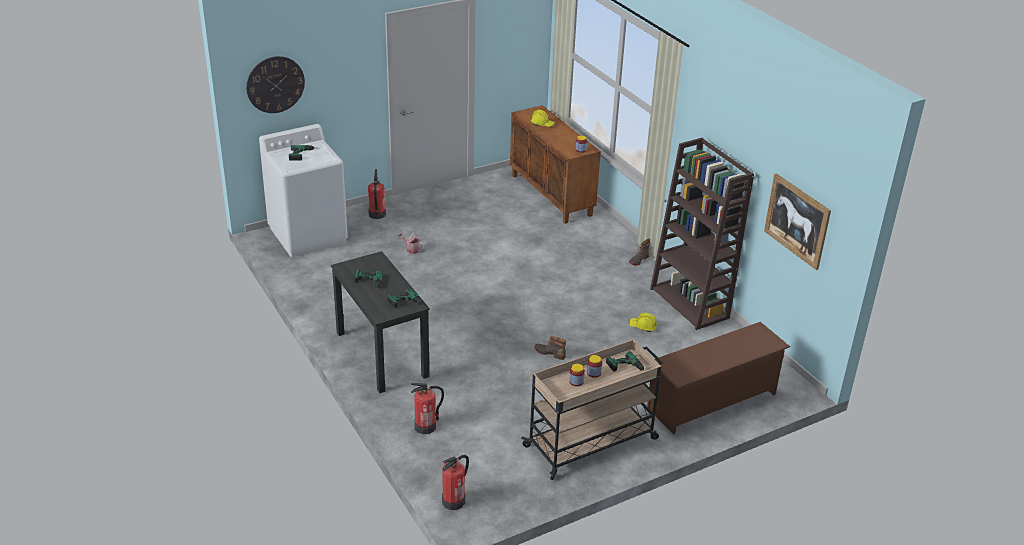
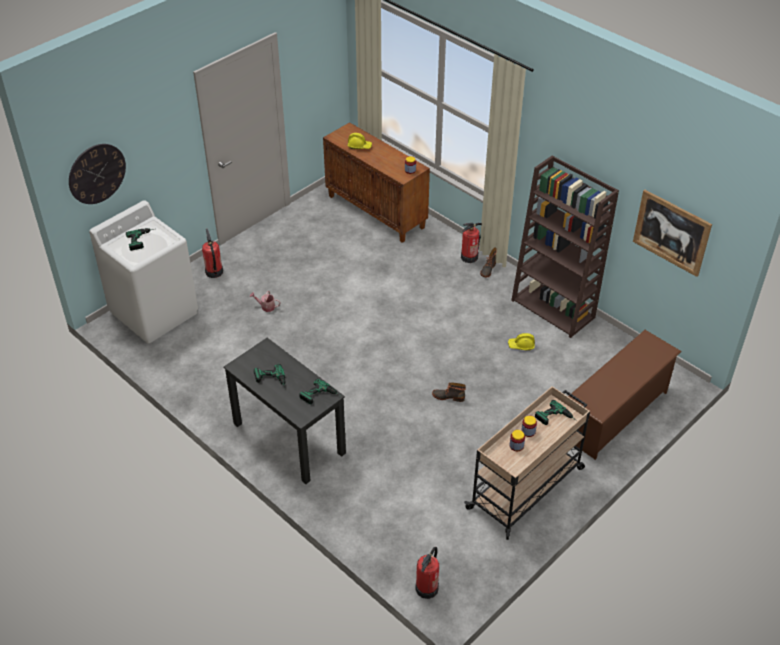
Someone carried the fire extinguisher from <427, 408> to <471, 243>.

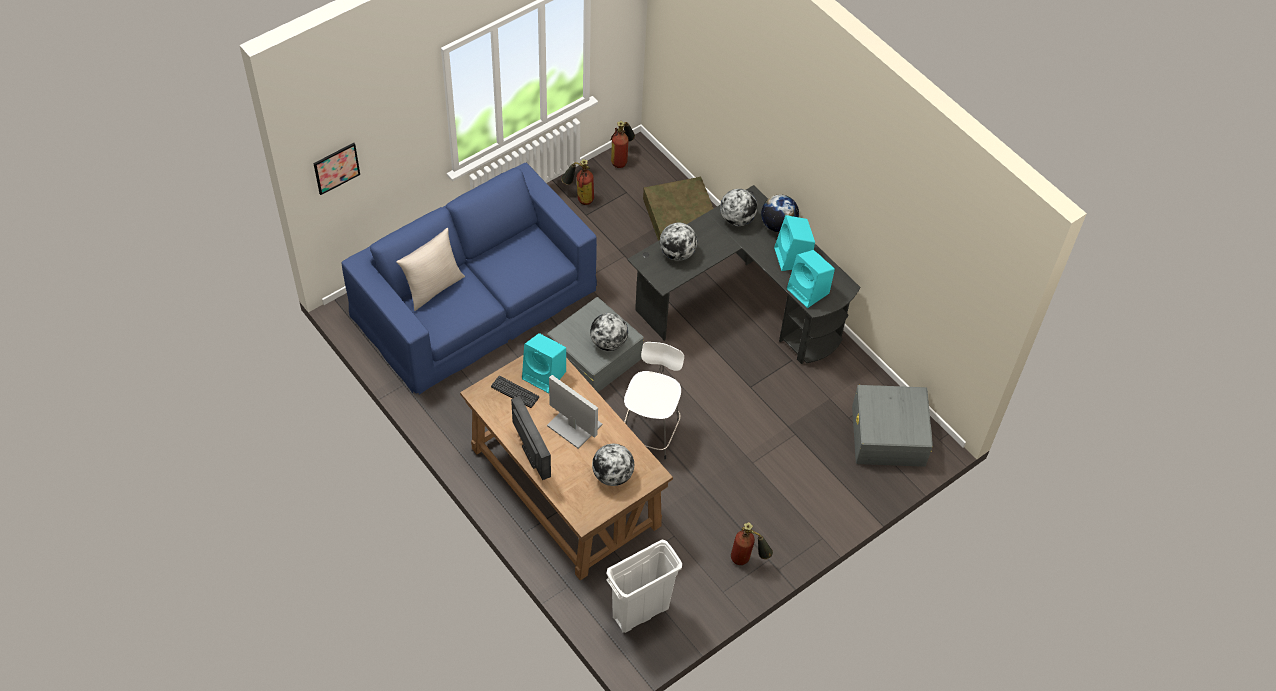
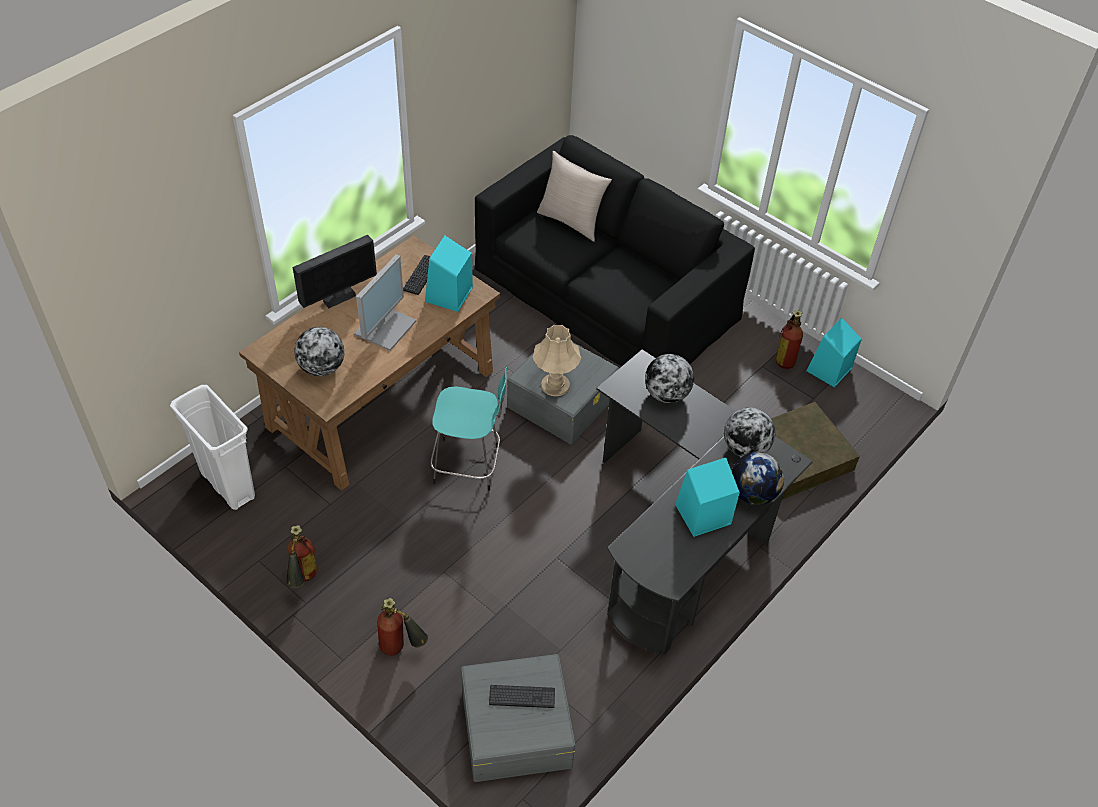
Someone carried the fire extinguisher from <623, 144> to <402, 627>.
Someone repainted the stool (white-coloured) at <654, 400>, which became the stool (blue-green) at <469, 429>.
Someone repainted the couch (blue) at <469, 279>, which became the couch (black) at <615, 250>.
Someone put down the PC keyboard at <522, 696>.
Someone swapped the globe at <609, 332> for the table lamp (beige) at <557, 360>.
Someone carried the loudspeaker (blue-green) from <811, 279> to <834, 352>.
Someone took away the wall art at <337, 169>.

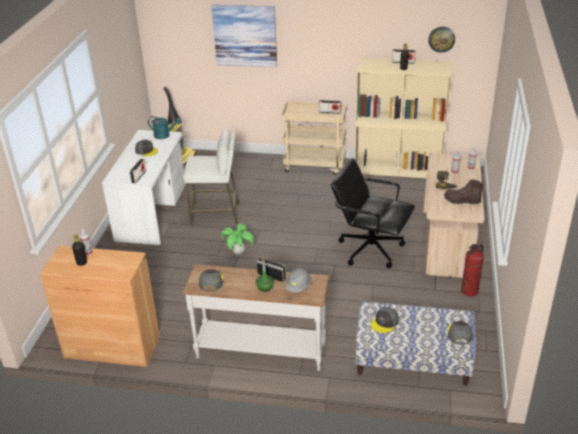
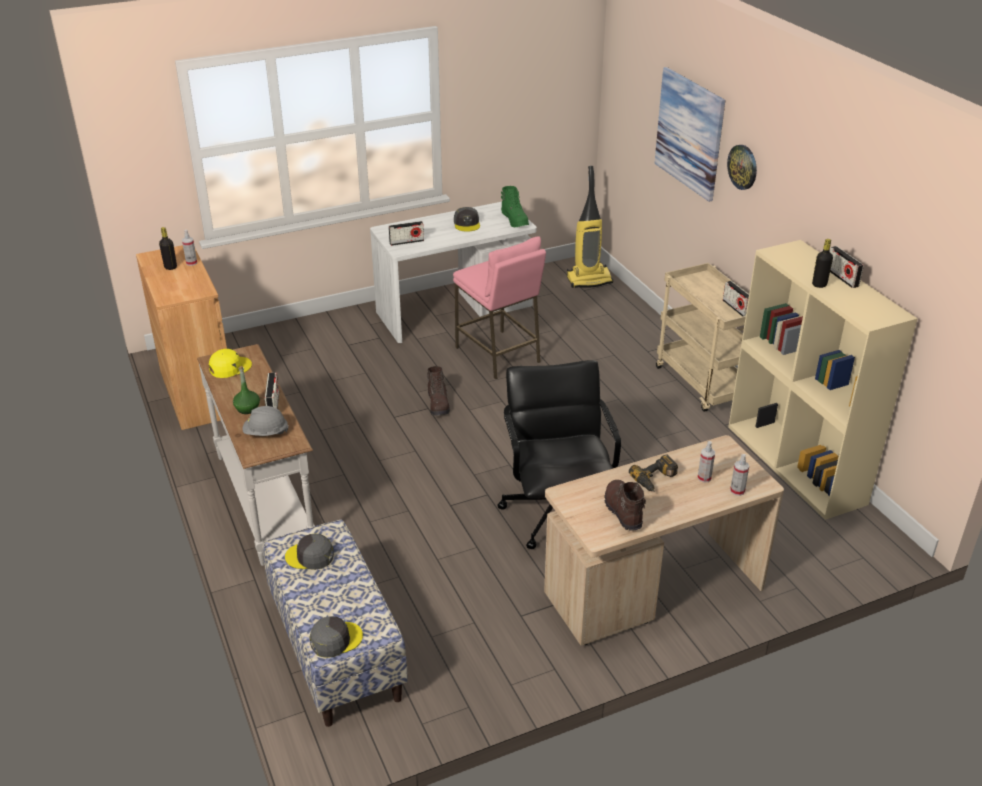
Someone repainted the peaked cap (gray) at <211, 280>, which became the peaked cap (yellow) at <230, 363>.
Someone swapped the potted plant at <237, 239> for the high-top boot (brown-coloured) at <438, 391>.
Someone repainted the stool (white-coloured) at <211, 176>, which became the stool (pinkish) at <499, 307>.
Someone swapped the sprinkling can (blue-green) at <165, 127> for the high-top boot (greenish) at <515, 206>.
Someone carried the hanging clock from <441, 40> to <742, 167>.
Someone took away the fire extinguisher at <472, 270>.

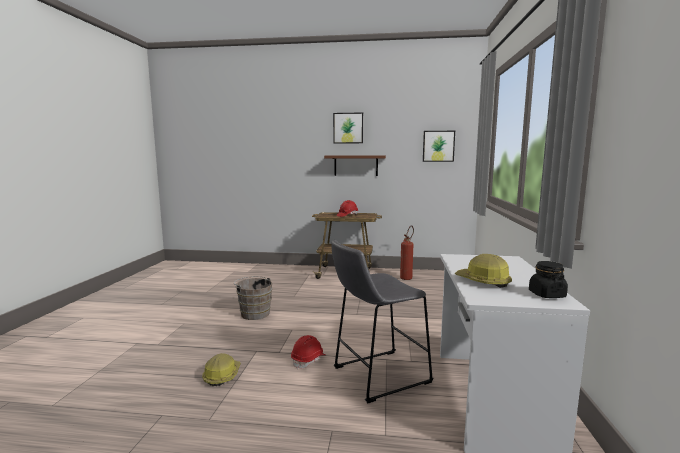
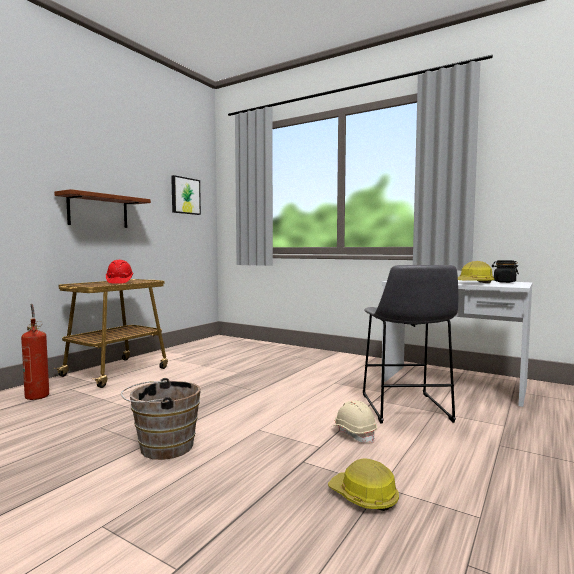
Someone carried the fire extinguisher from <407, 252> to <35, 352>.
Someone repainted the work helmet (reddish) at <308, 352>, which became the work helmet (beige) at <354, 421>.
Someone took away the wall art at <348, 128>.

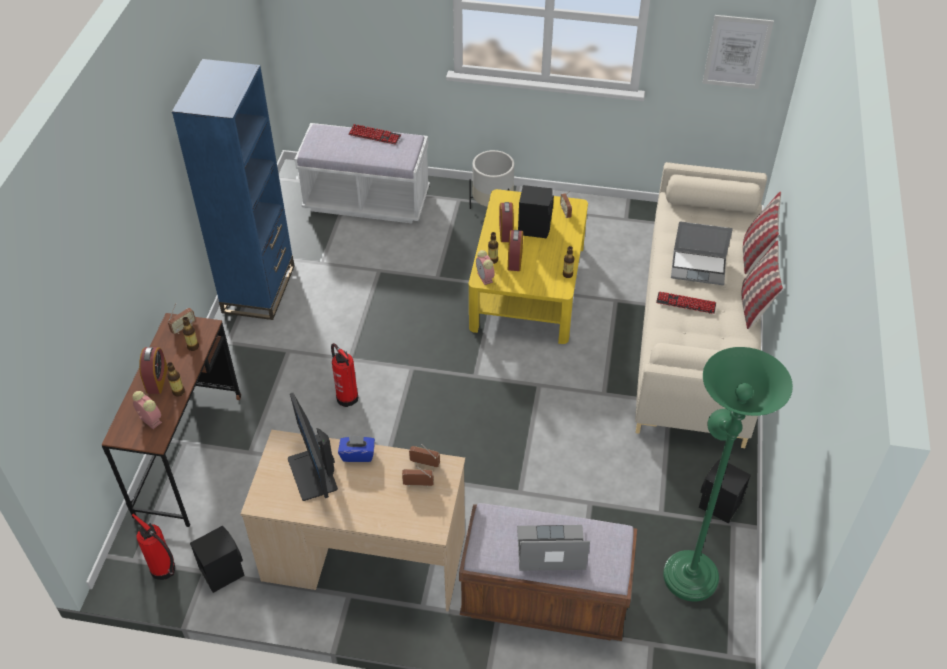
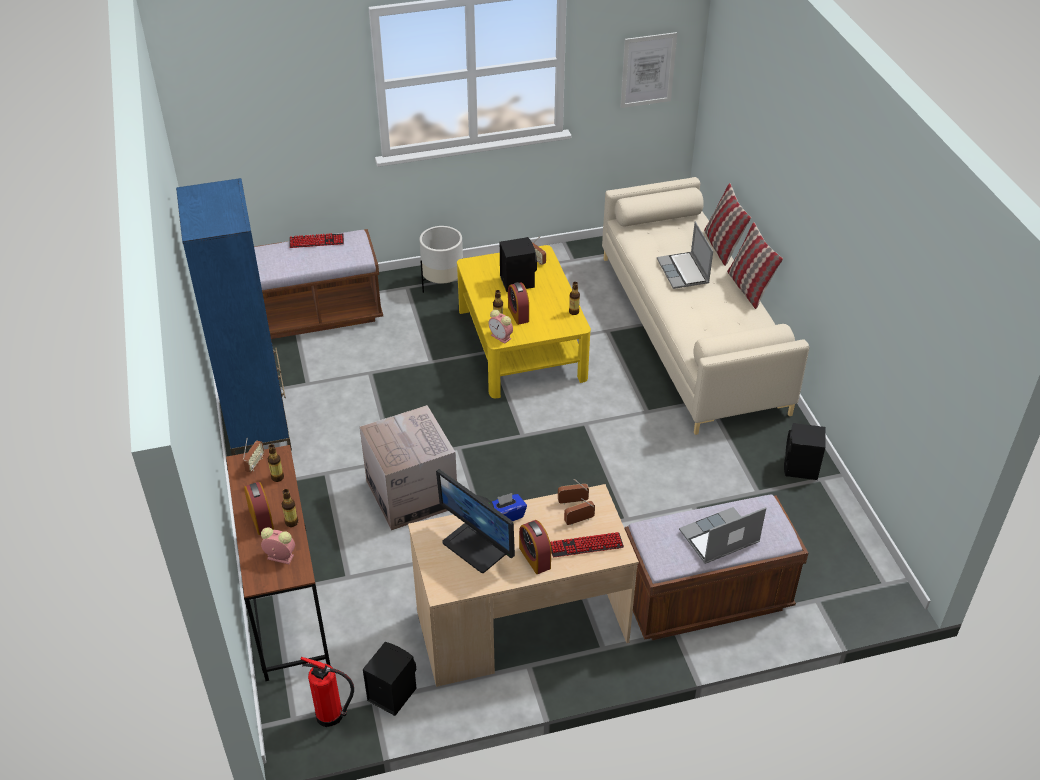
Someone repainted the indoor bench (white-coloured) at <362, 173>, which became the indoor bench (brown-coloured) at <318, 284>.
Someone swapped the fire extinguisher at <344, 375> for the packing box at <408, 467>.
Someone carried the bedside clock from <506, 222> to <535, 547>.
Someone carried the PC keyboard from <686, 303> to <587, 545>.
Someone rotated the laptop at <702, 253> by 90 degrees clockwise.
Someone took away the standing lamp (greenish) at <728, 474>.

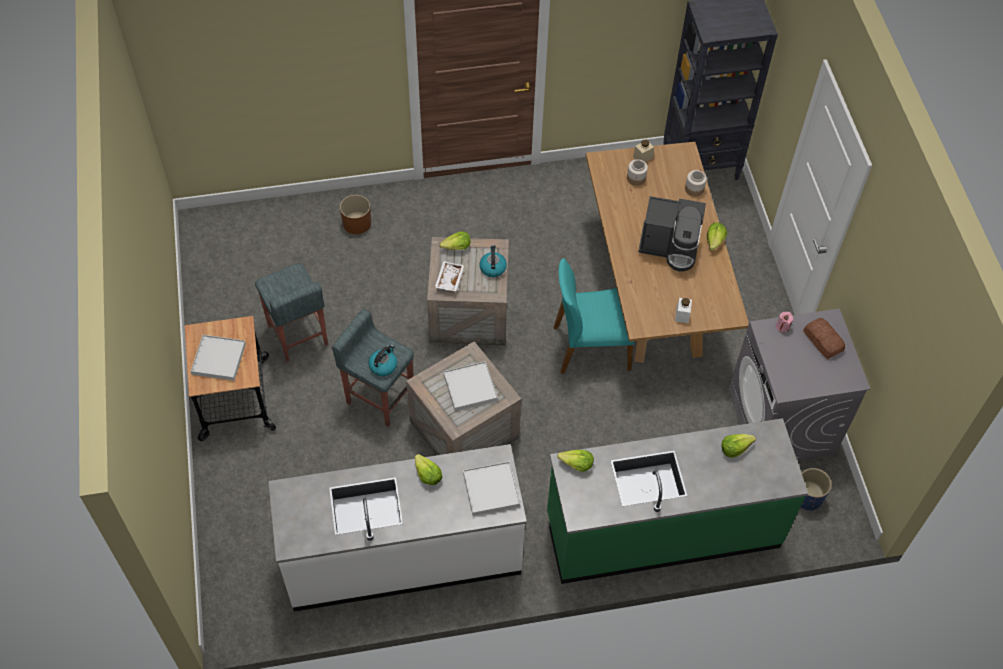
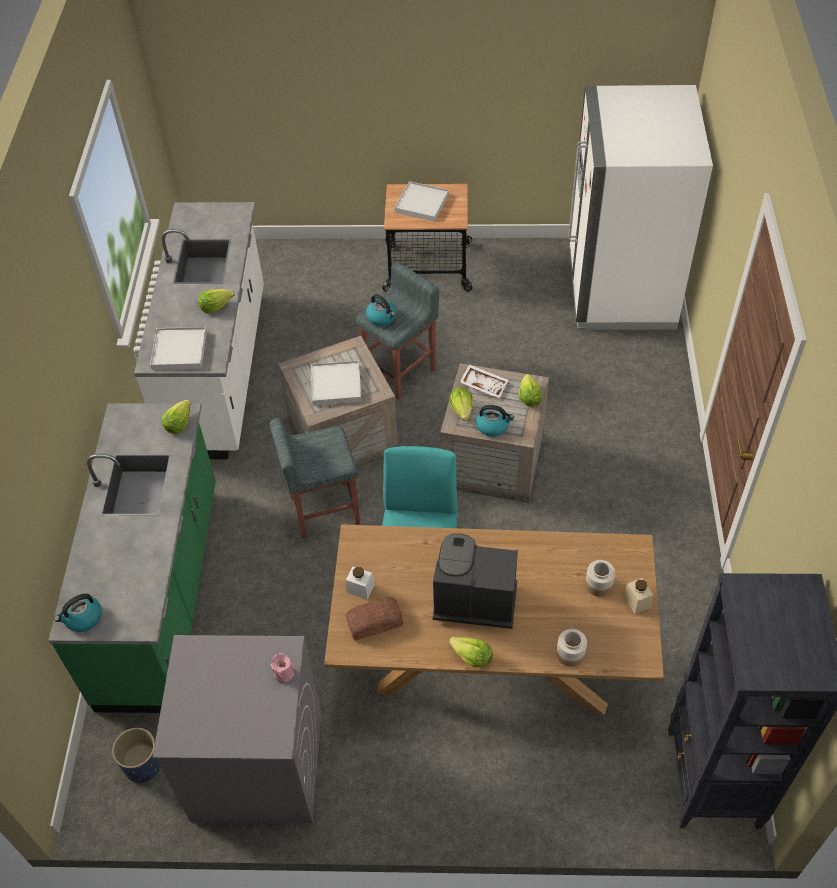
Someone put down the water kettle at <78, 613>.
Someone carried the stool (gray) from <291, 312> to <315, 478>.
Someone carried the baked bread from <824, 338> to <374, 619>.
Someone rotated the coffee maker at <672, 233> by 75 degrees clockwise.
Someone carried the lettuce from <739, 446> to <461, 404>.
Someone put down the kitchen fridge (white-coloured) at <640, 207>.
Someone took away the plant pot (brown-coloured) at <355, 214>.

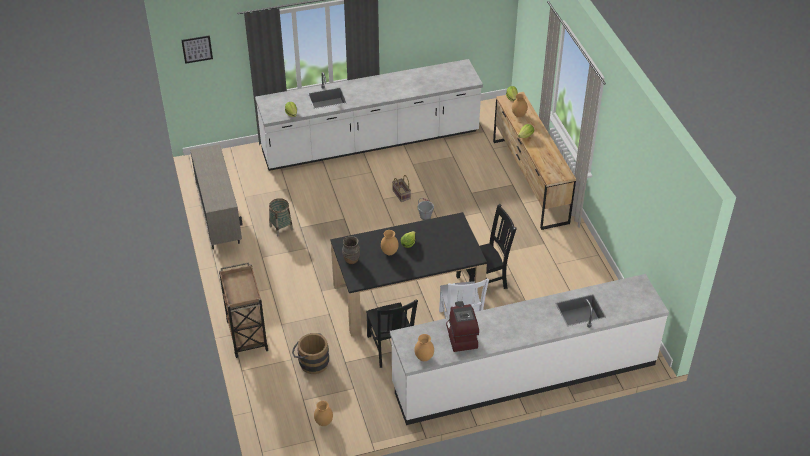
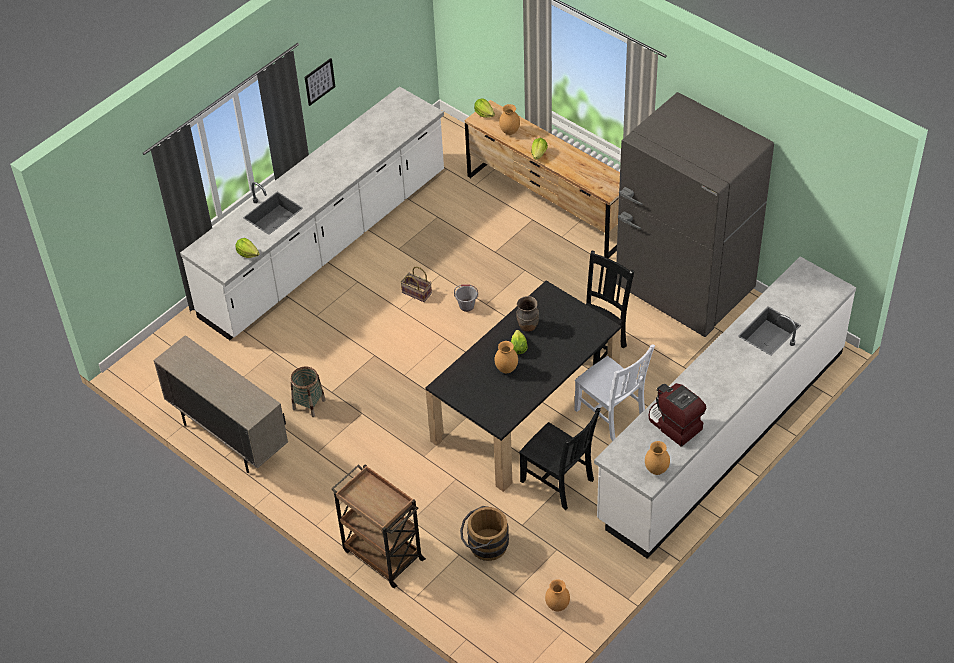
Someone carried the wall art from <197, 49> to <319, 82>.
Someone carried the flower vase (brown-coloured) from <351, 250> to <527, 314>.
Someone put down the kitchen fridge (gray) at <695, 214>.

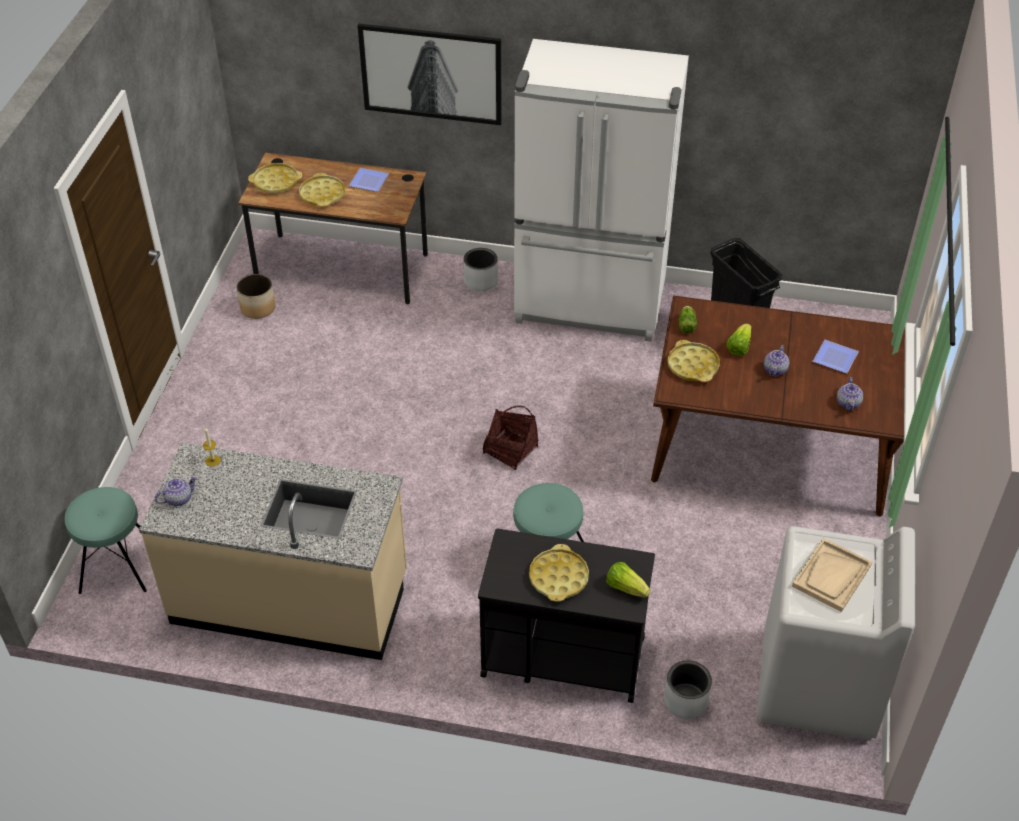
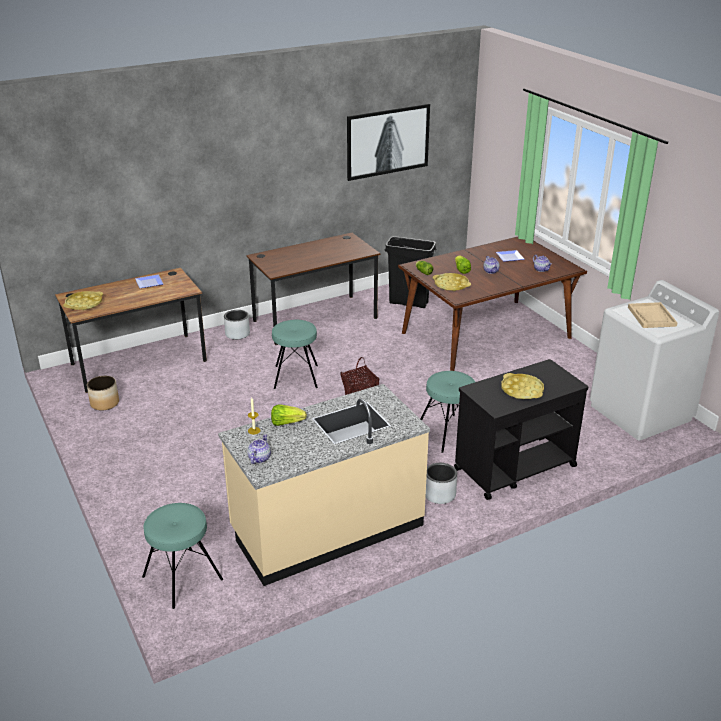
Someone swapped the kitchen fridge (white-coloured) at <601, 190> for the desk unit (brown-coloured) at <313, 289>.
Someone carried the lettuce from <628, 579> to <289, 415>.
Someone put down the stool (blue-green) at <295, 354>.
Someone carried the wall art from <429, 74> to <388, 142>.
Someone carried the plant pot (gray) from <688, 690> to <441, 483>.
Someone took away the tray (yellow) at <322, 190>.

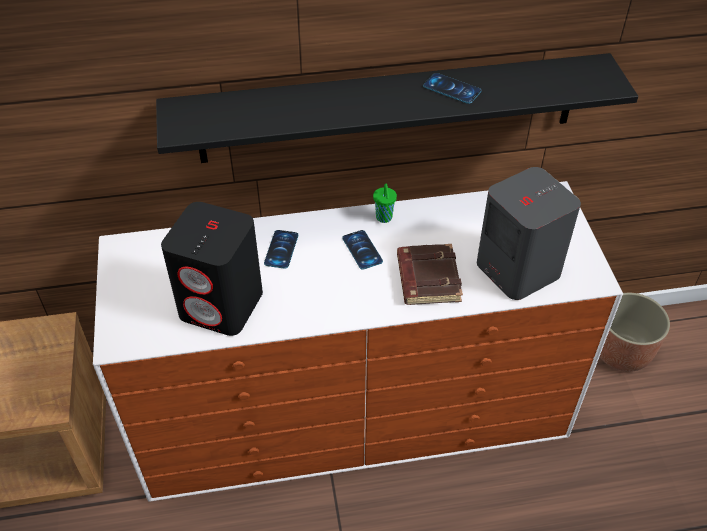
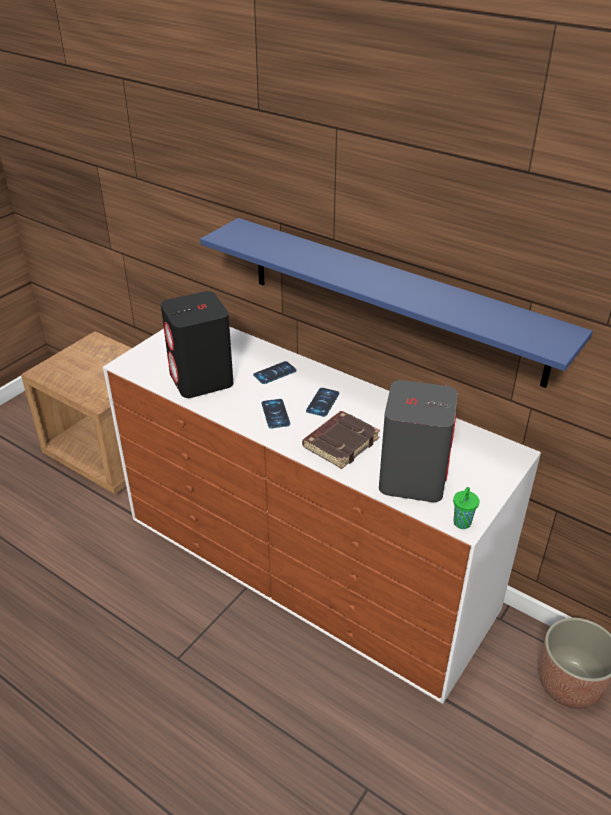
Someone repainted the shelf (black) at <397, 108>, which became the shelf (blue) at <396, 303>.
Someone carried the telephone from <452, 88> to <276, 414>.
Someone carried the drinking cup (greenish) from <385, 203> to <466, 508>.

